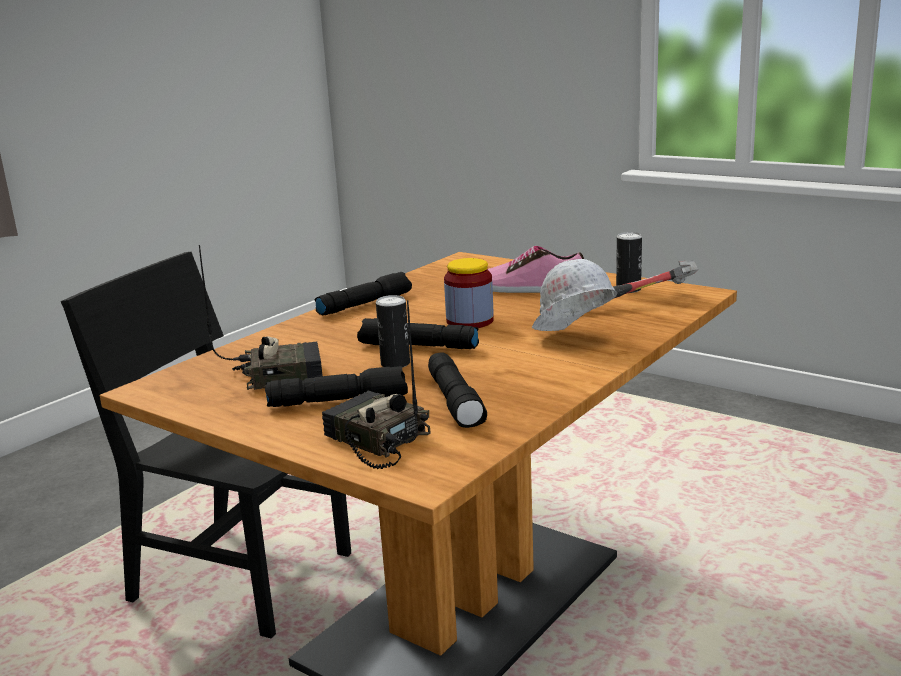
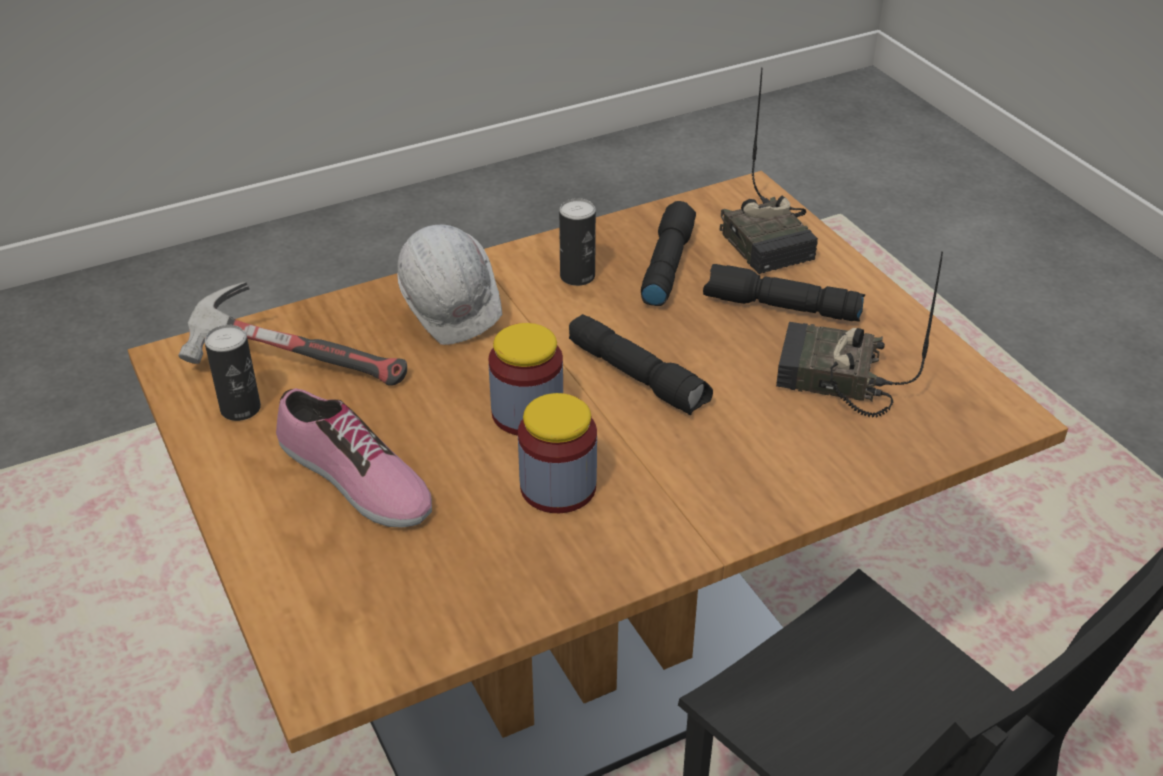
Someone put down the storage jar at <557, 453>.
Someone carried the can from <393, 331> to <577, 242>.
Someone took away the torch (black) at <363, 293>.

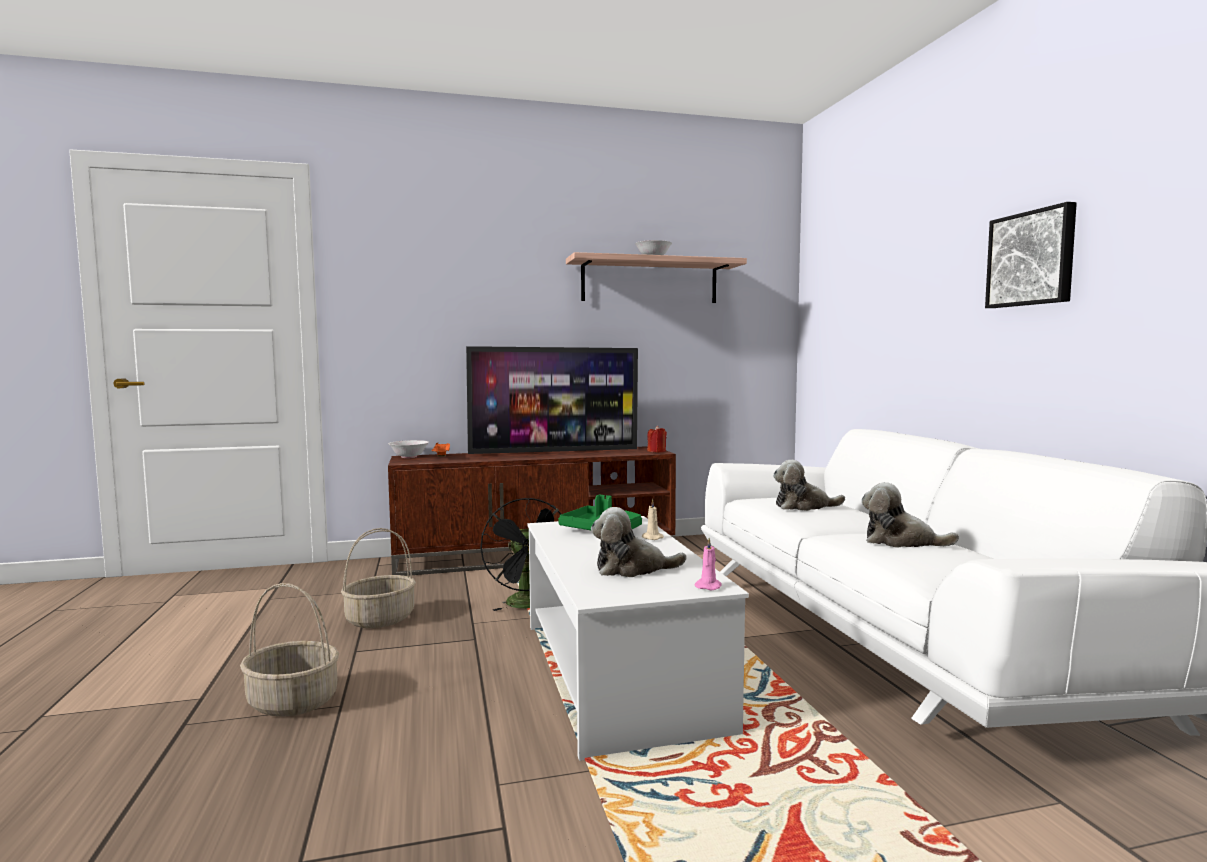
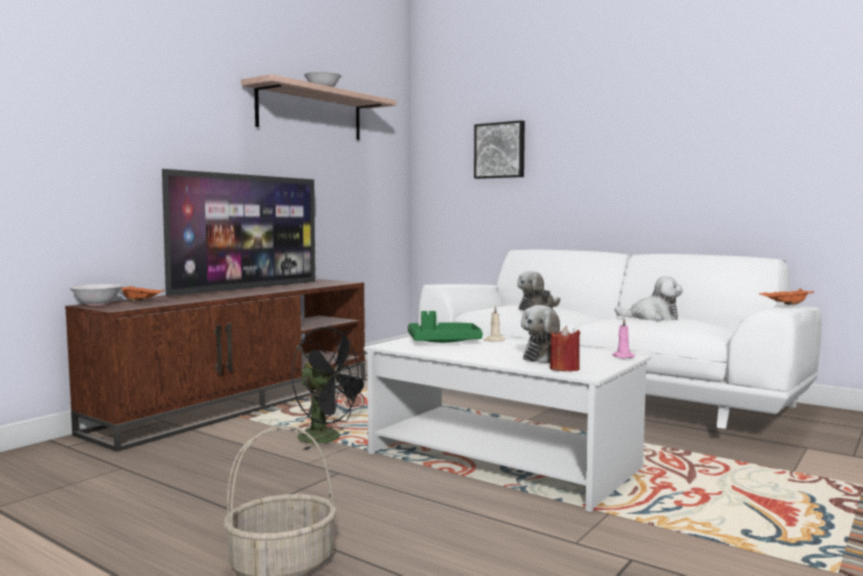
Someone carried the wall art from <1031, 255> to <499, 149>.
Someone carried the wax light (reddish) from <657, 439> to <565, 349>.
Someone rotated the soft toy at <910, 514> by 150 degrees counterclockwise.
Someone put down the tray (orangey) at <786, 297>.
Someone took away the household basket at <378, 578>.

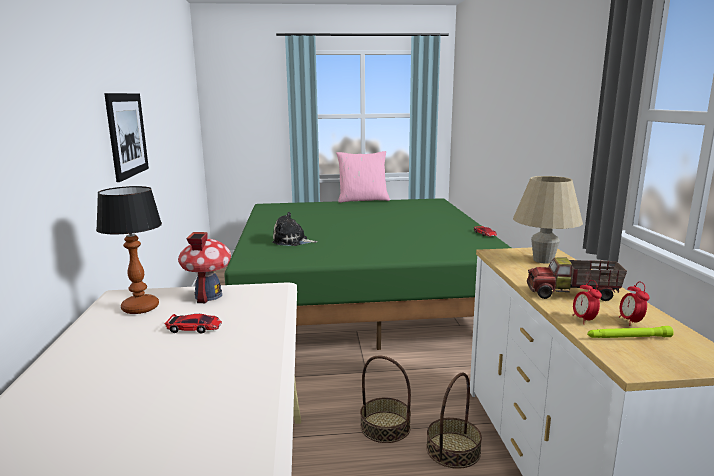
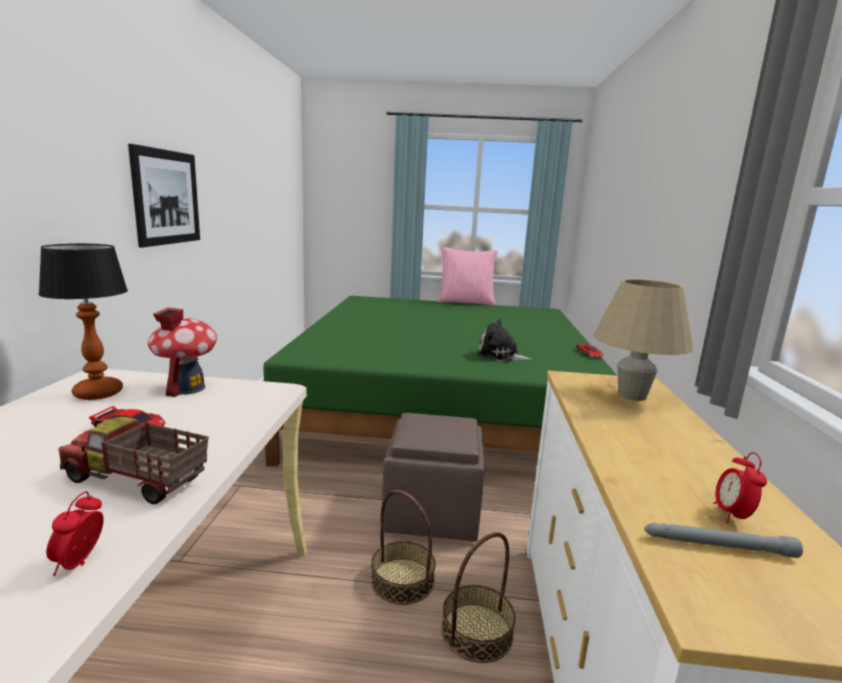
Someone carried the bedside clock from <587, 302> to <75, 533>.
Someone carried the toy truck from <577, 279> to <133, 460>.
Someone put down the ottoman (brown-coloured) at <433, 477>.
Someone carried the soft toy from <295, 229> to <504, 340>.
Someone repainted the torch (greenish) at <630, 332>, which became the torch (gray) at <723, 540>.

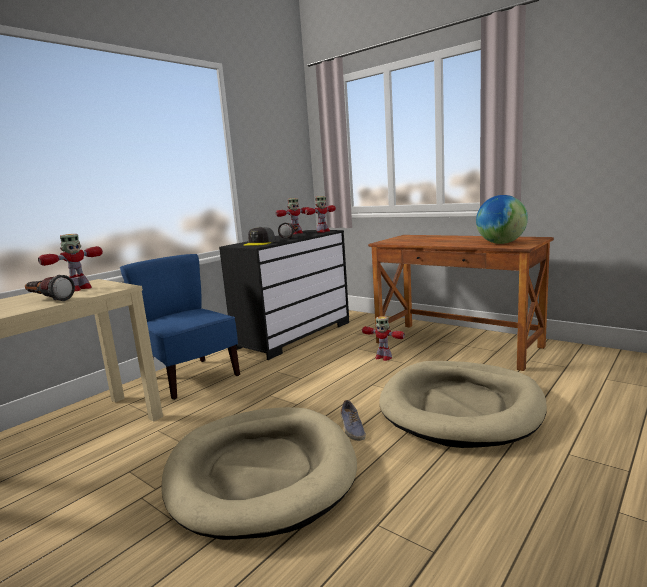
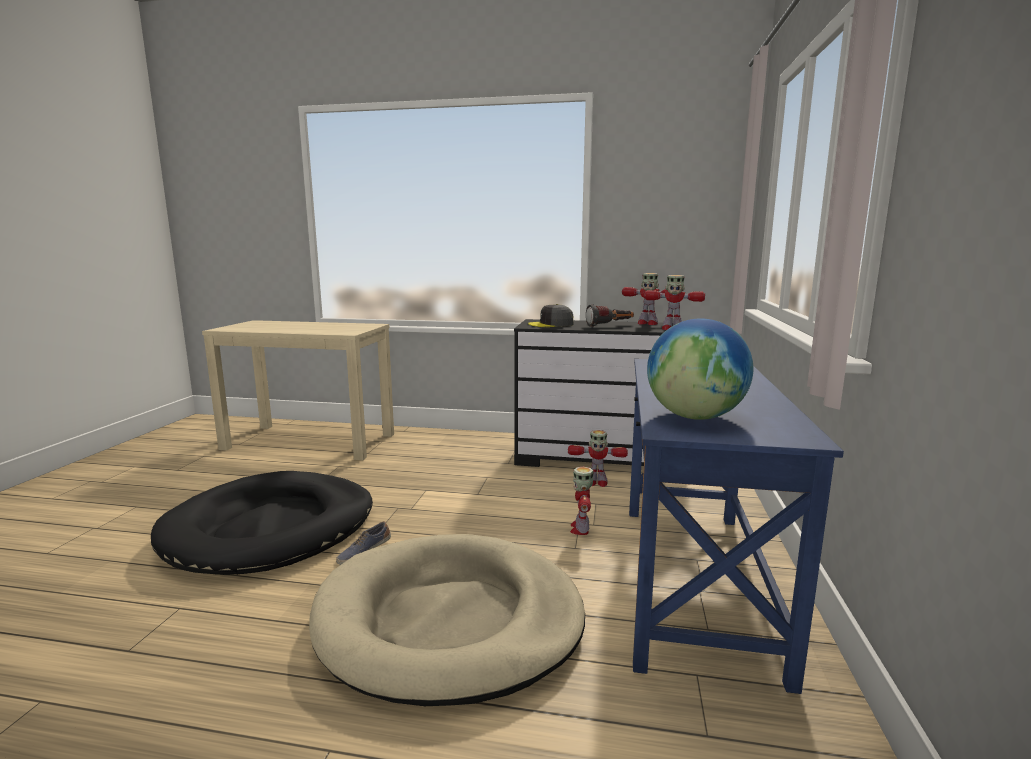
Someone repainted the pet bed (beige) at <259, 473>, which became the pet bed (black) at <262, 523>.
Someone carried the robot figure from <70, 262> to <598, 458>.
Someone repainted the desk unit (brown-coloured) at <461, 303>, which became the desk unit (blue) at <736, 526>.
Someone took away the torch at <50, 288>.
Someone took away the plain chair (blue) at <180, 327>.

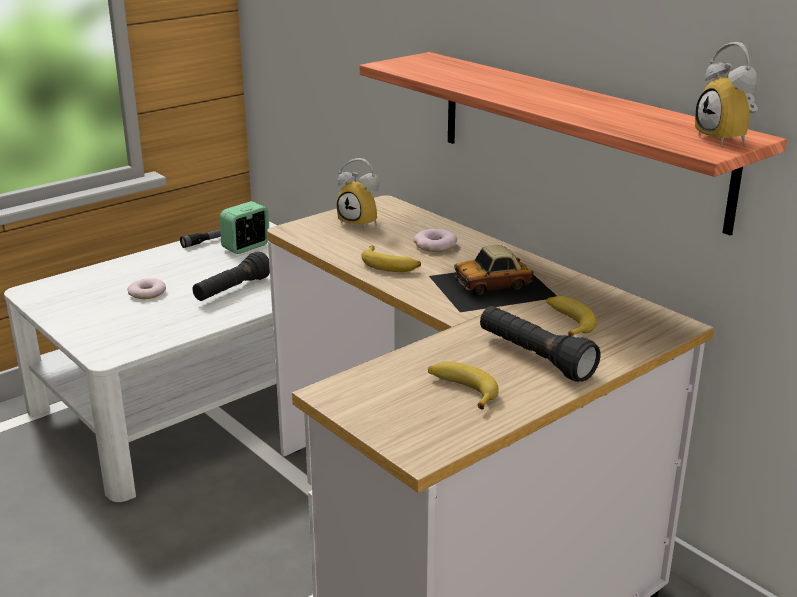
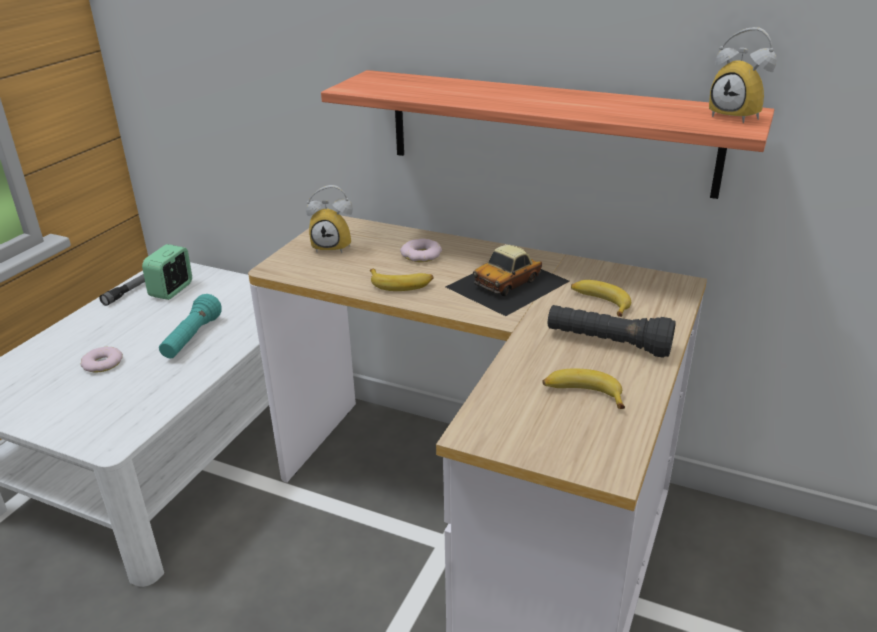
Someone repainted the torch (black) at <231, 276>, which became the torch (blue-green) at <190, 326>.

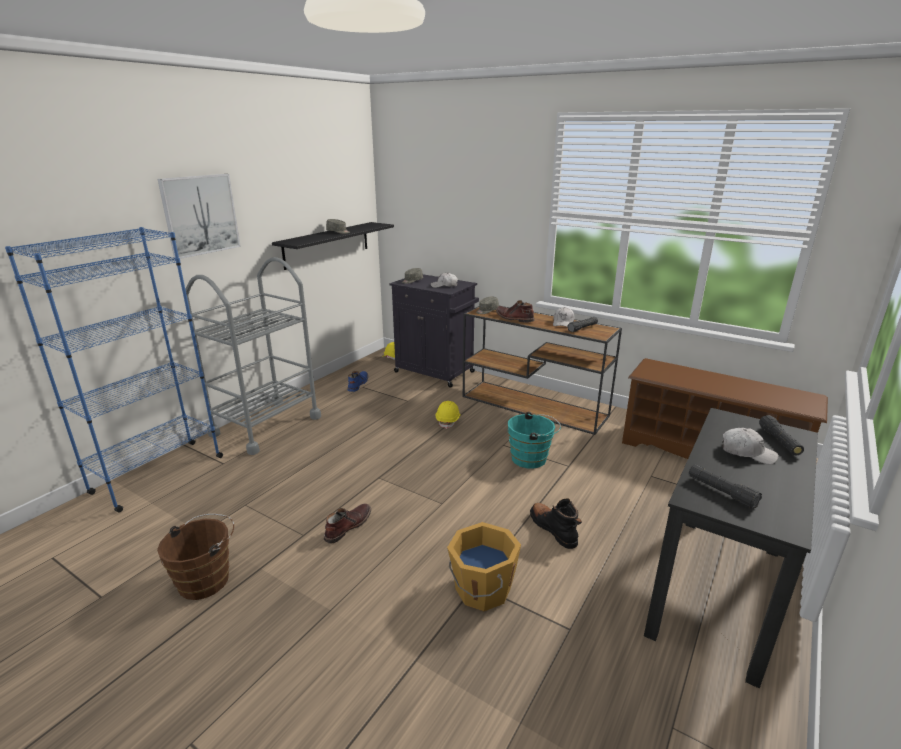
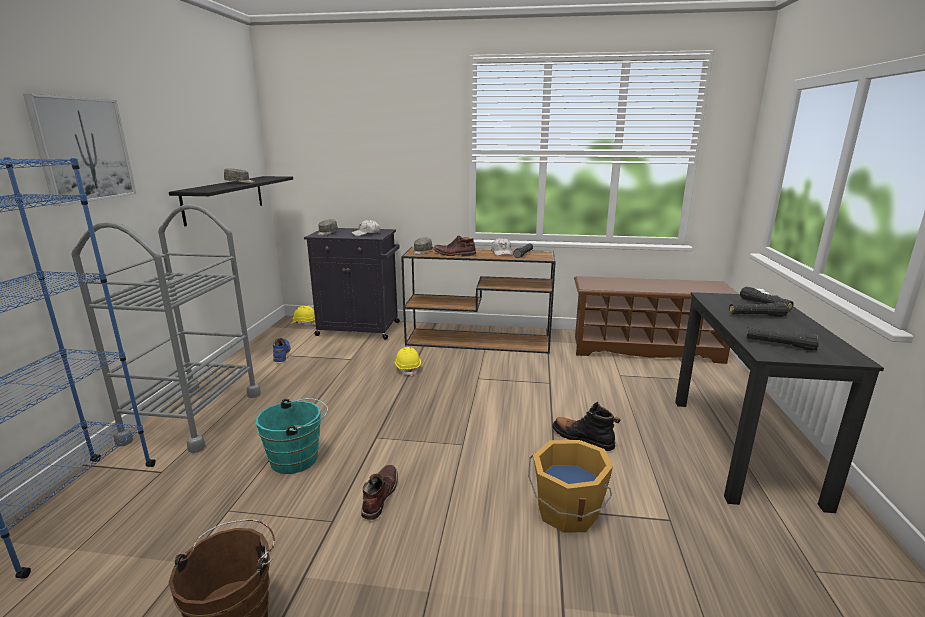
Someone carried the pail (blue-green) from <534, 440> to <292, 436>.
Someone swapped the peaked cap (white-coloured) at <750, 446> for the torch (black) at <758, 309>.

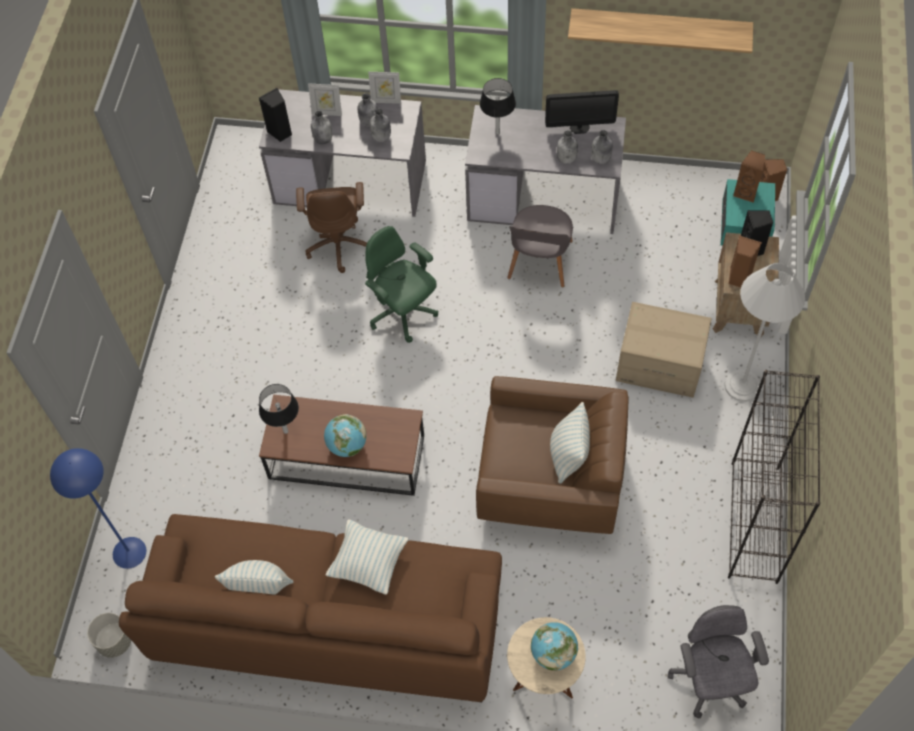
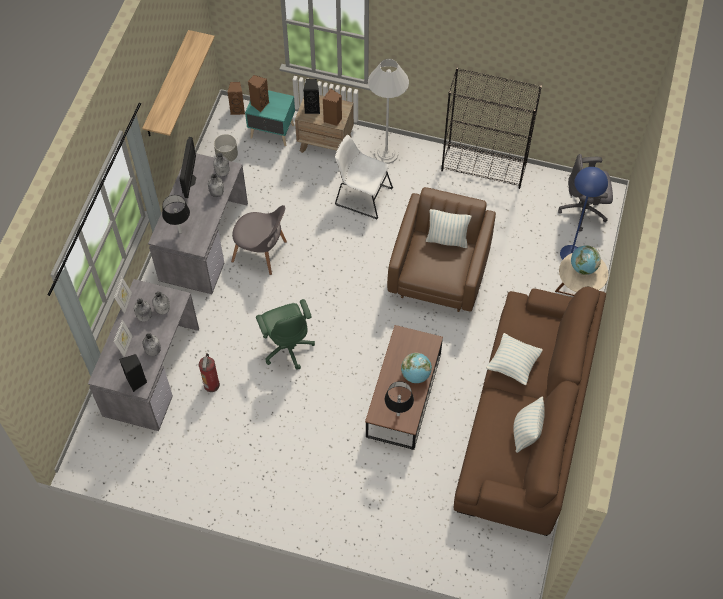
Someone swapped the computer chair (brown-coloured) at <331, 227> for the fire extinguisher at <209, 372>.
Someone carried the plant pot (gray) from <109, 635> to <226, 148>.
Someone rotated the computer chair (greenish) at <401, 284> by 75 degrees counterclockwise.
Someone swapped the packing box at <664, 350> for the plain chair (white-coloured) at <364, 177>.
Someone carried the standing lamp (blue) from <98, 508> to <584, 213>.

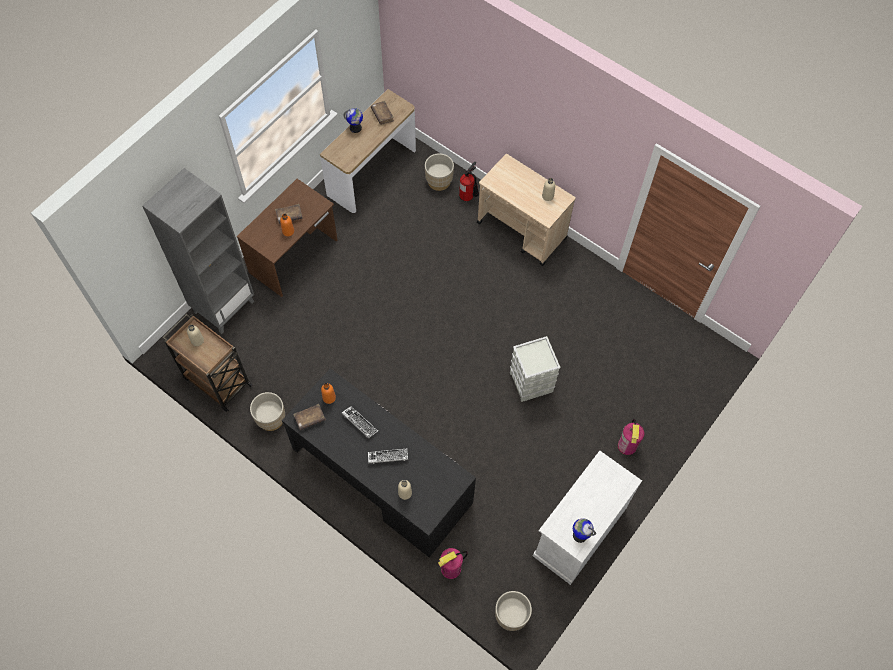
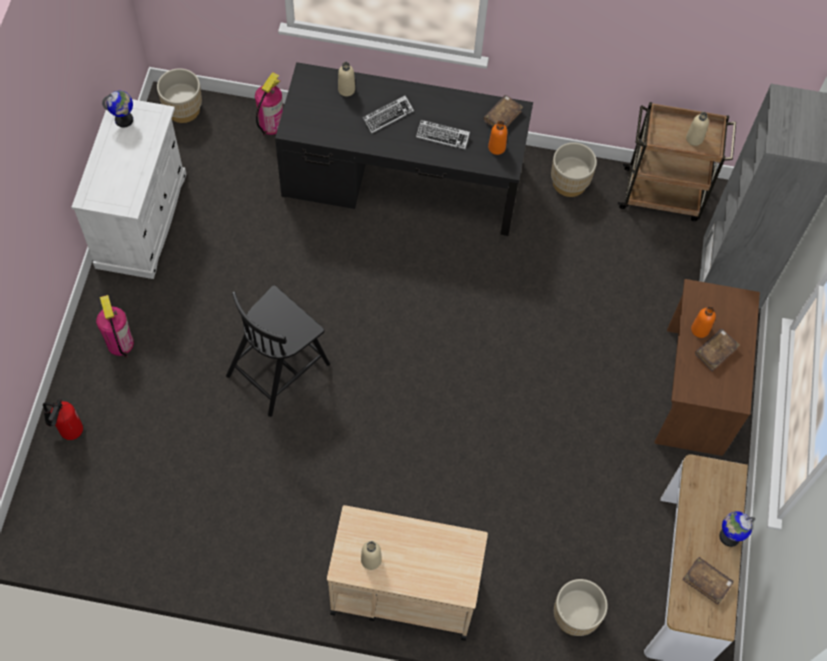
Someone carried the fire extinguisher from <469, 181> to <63, 419>.
Someone swapped the storage bin (gray) at <535, 369> for the plain chair (black) at <278, 351>.

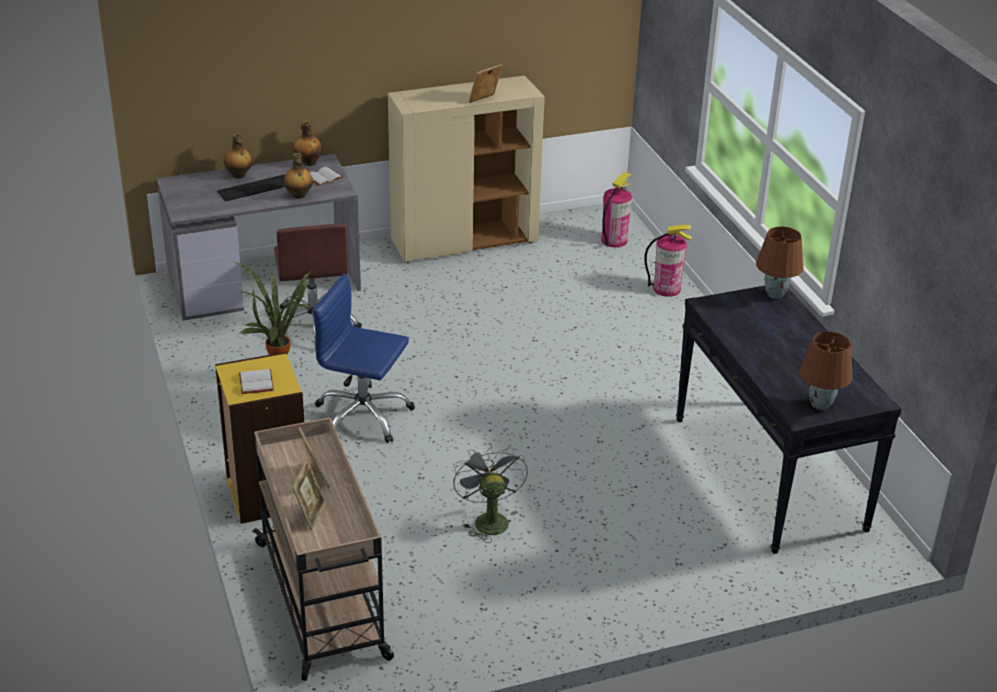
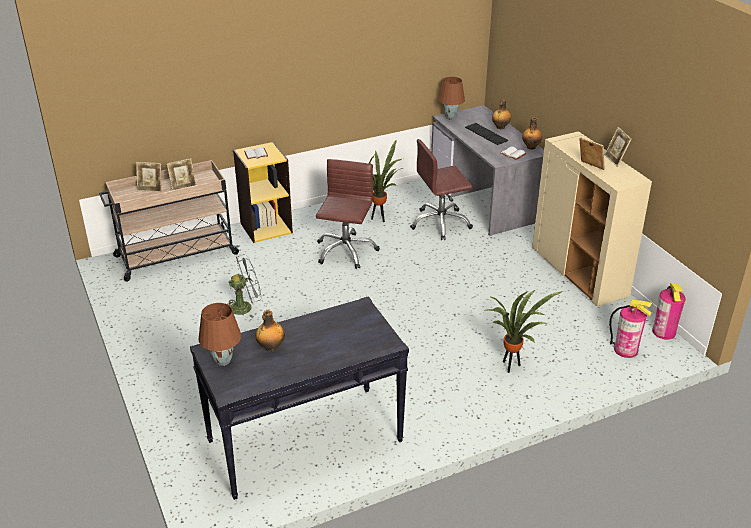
Someone carried the drink bottle from <298, 176> to <270, 330>.
Someone repainted the computer chair (blue) at <363, 358>, which became the computer chair (brown-coloured) at <348, 214>.
Someone carried the table lamp (brown-coloured) from <780, 262> to <451, 98>.
Someone put down the potted plant at <524, 331>.
Someone put down the picture frame at <618, 147>.
Someone carried the fire extinguisher from <668, 261> to <669, 311>.

